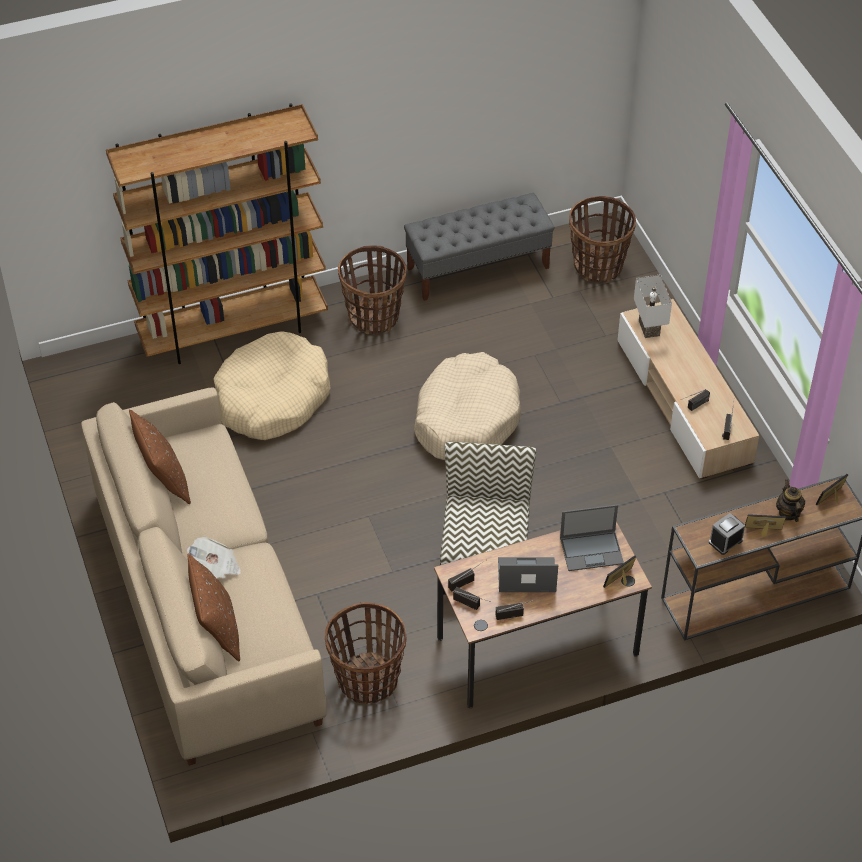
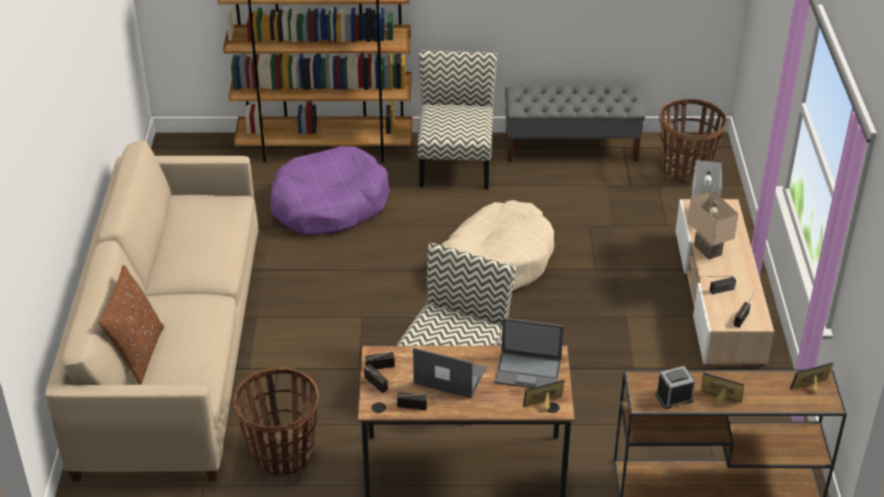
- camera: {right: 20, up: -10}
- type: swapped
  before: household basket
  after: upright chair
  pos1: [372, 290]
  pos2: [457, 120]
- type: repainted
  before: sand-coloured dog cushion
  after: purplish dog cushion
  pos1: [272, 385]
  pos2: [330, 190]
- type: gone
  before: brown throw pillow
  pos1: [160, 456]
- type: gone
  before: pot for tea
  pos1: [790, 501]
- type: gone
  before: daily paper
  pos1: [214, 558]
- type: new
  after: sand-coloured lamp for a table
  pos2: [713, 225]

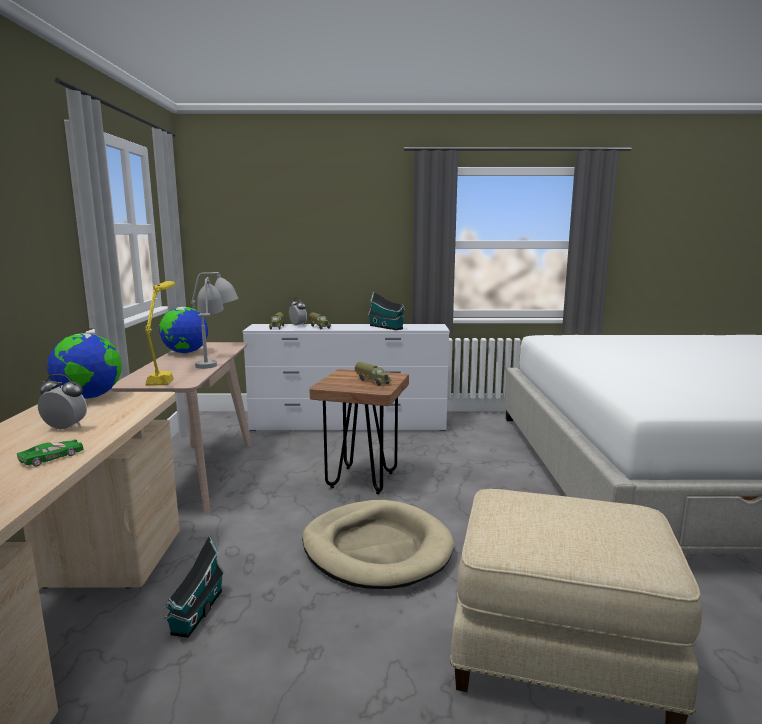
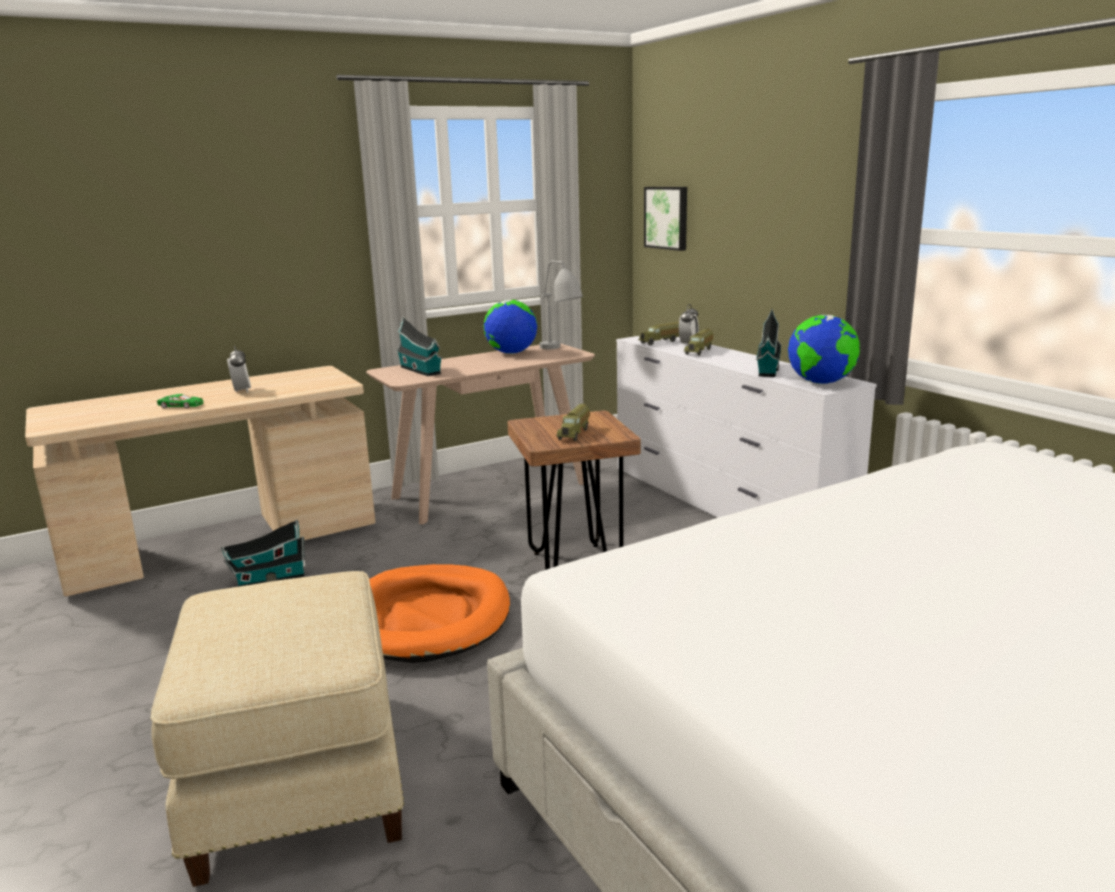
- camera: {right: 60, up: 5}
- type: gone
  before: grey lamp for a table
  pos1: [209, 323]
- type: swapped
  before: yellow lamp for a table
  after: toy house
  pos1: [160, 333]
  pos2: [419, 346]
- type: shifted
  before: world globe
  pos1: [84, 366]
  pos2: [824, 349]
- type: repainted
  before: sand-coloured dog cushion
  after: orange dog cushion
  pos1: [378, 544]
  pos2: [439, 613]
- type: new
  after: wall art
  pos2: [665, 219]

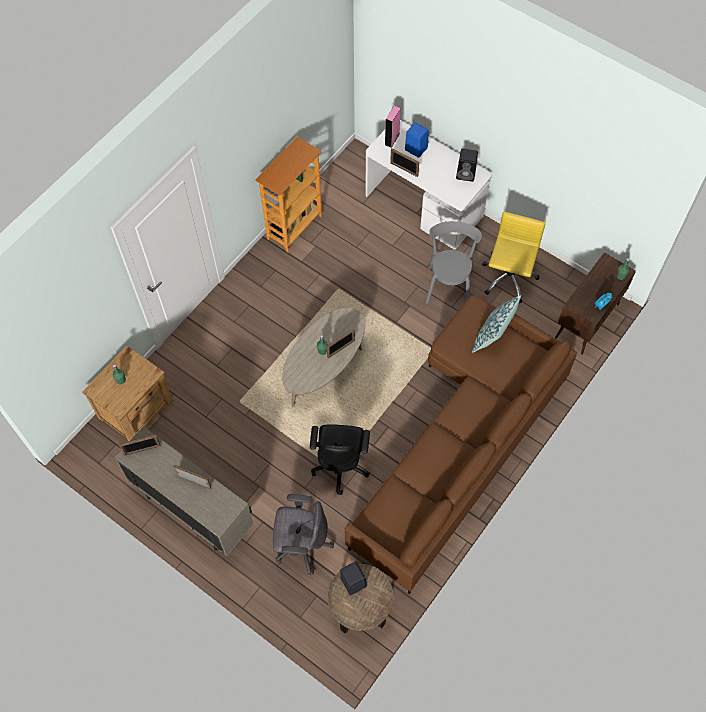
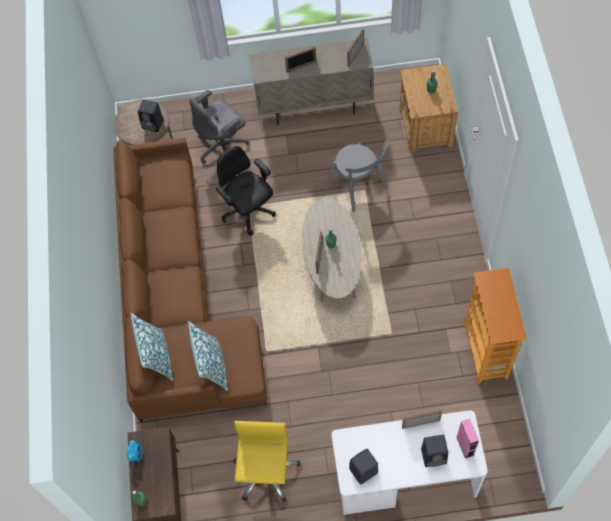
- camera: {right: 140, up: 0}
- type: repainted
  before: bluish loudspeaker
  after: black-coloured loudspeaker
  pos1: [417, 140]
  pos2: [434, 451]
- type: rotated
  before: yellow computer chair
  pos1: [514, 257]
  pos2: [267, 462]
  turn: -150
- type: shifted
  before: grey upright chair
  pos1: [454, 262]
  pos2: [357, 175]
- type: new
  after: throw pillow
  pos2: [152, 347]

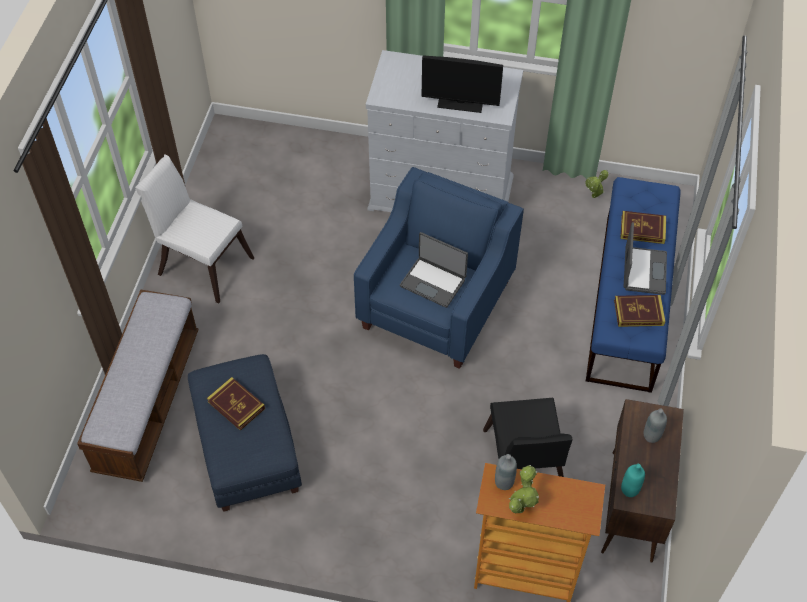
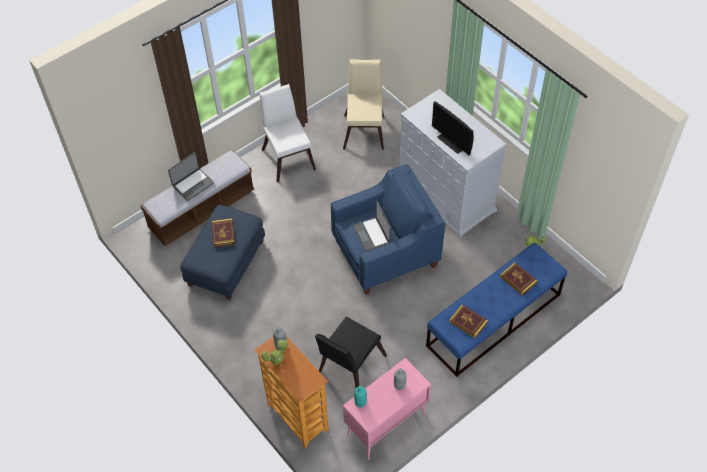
- camera: {right: 40, up: 0}
- type: shifted
  before: laptop
  pos1: [645, 258]
  pos2: [191, 176]
- type: repainted
  before: brown storage cabinet
  after: pinkish storage cabinet
  pos1: [642, 481]
  pos2: [387, 409]
- type: new
  after: sand-coloured upright chair
  pos2: [363, 104]

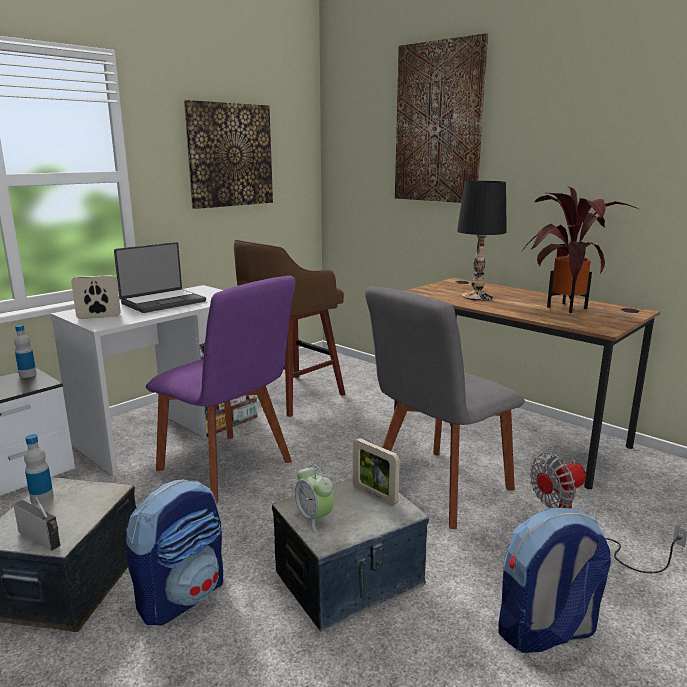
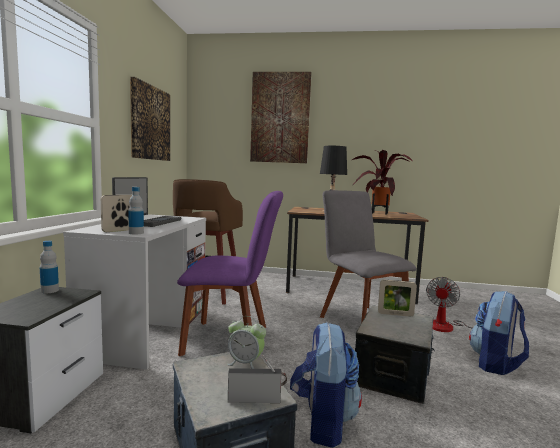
- camera: {right: -35, up: -10}
- type: rotated
  before: grey upright chair
  pos1: [445, 407]
  pos2: [368, 256]
  turn: 135
- type: shifted
  before: beverage bottle
  pos1: [39, 469]
  pos2: [136, 211]
- type: shifted
  before: table clock
  pos1: [314, 498]
  pos2: [246, 342]

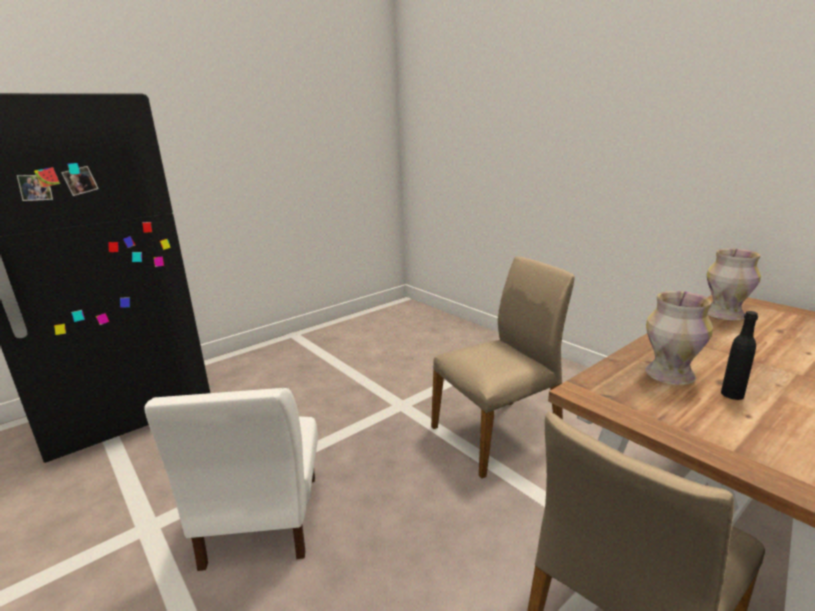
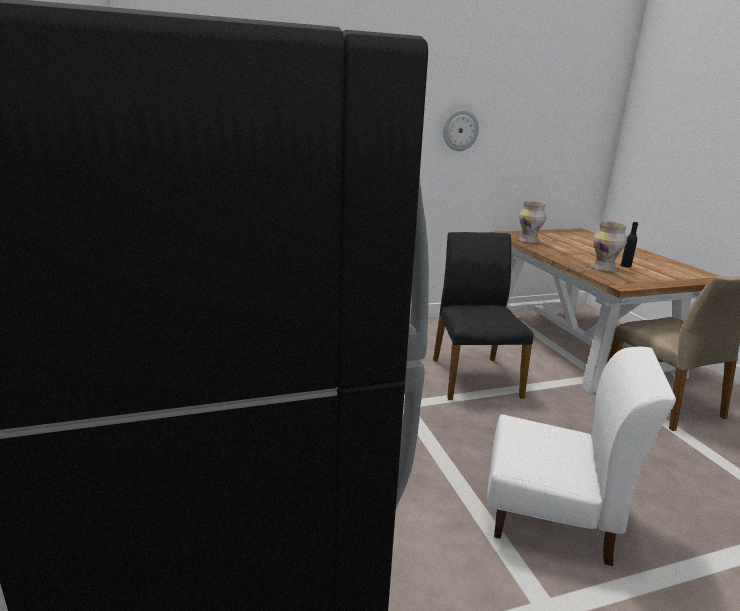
- camera: {right: -70, up: 0}
- type: repainted
  before: sand-coloured upright chair
  after: black-coloured upright chair
  pos1: [503, 367]
  pos2: [483, 316]
- type: new
  after: clock on the wall
  pos2: [461, 130]

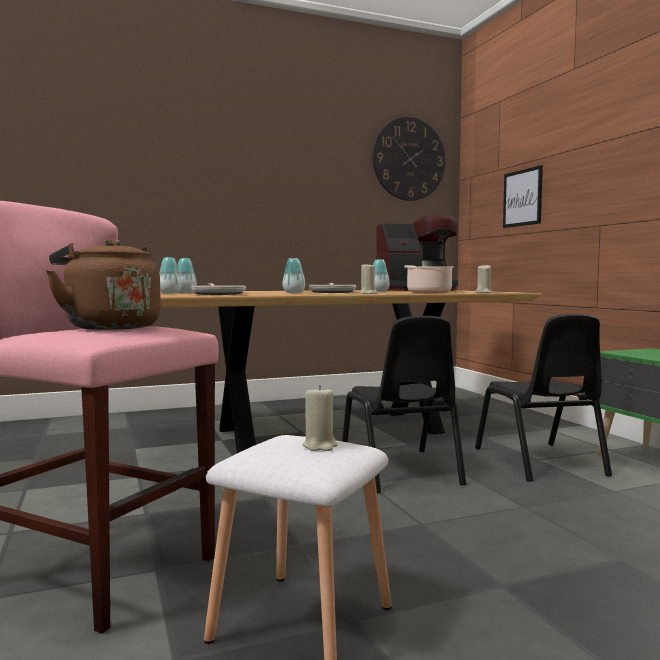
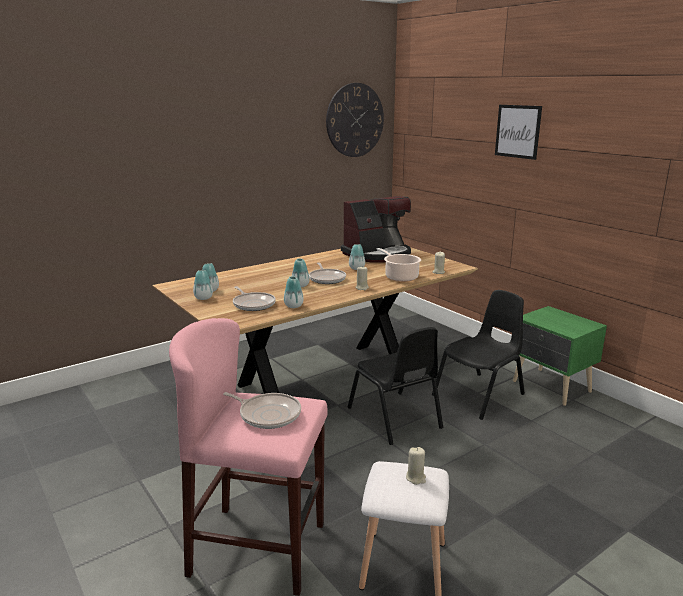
- camera: {right: -15, up: 15}
- type: shifted
  before: wall art
  pos1: [523, 196]
  pos2: [518, 132]
- type: swapped
  before: brown water kettle
  after: pan
  pos1: [103, 284]
  pos2: [262, 410]
- type: rotated
  before: black-coloured upright chair
  pos1: [543, 398]
  pos2: [478, 355]
  turn: -105
- type: new
  after: flower vase
  pos2: [294, 292]

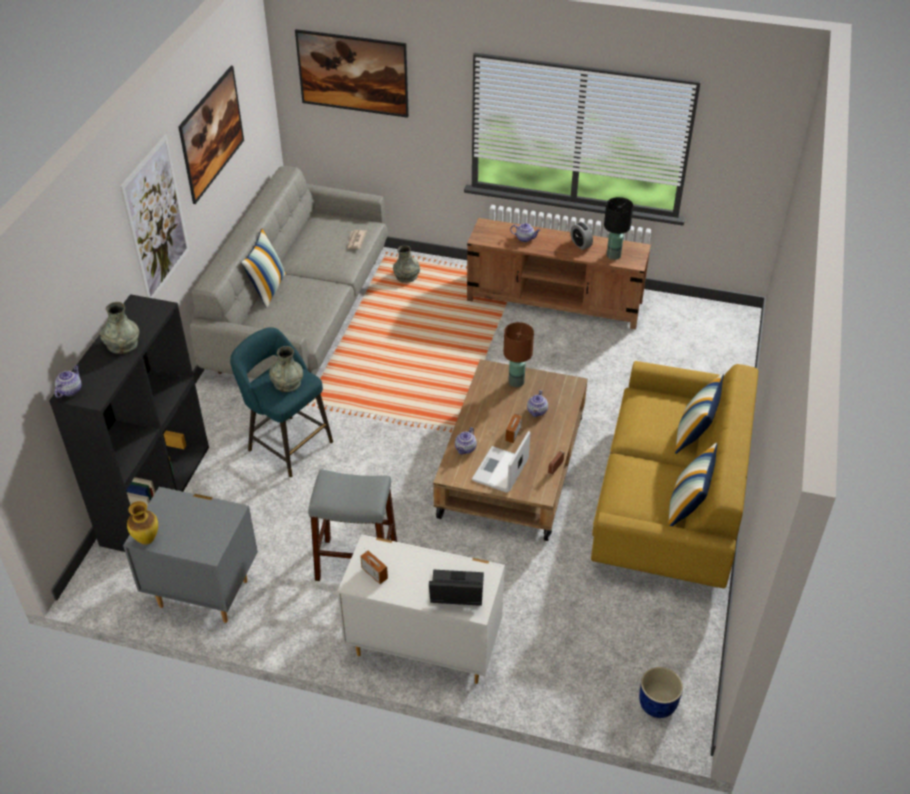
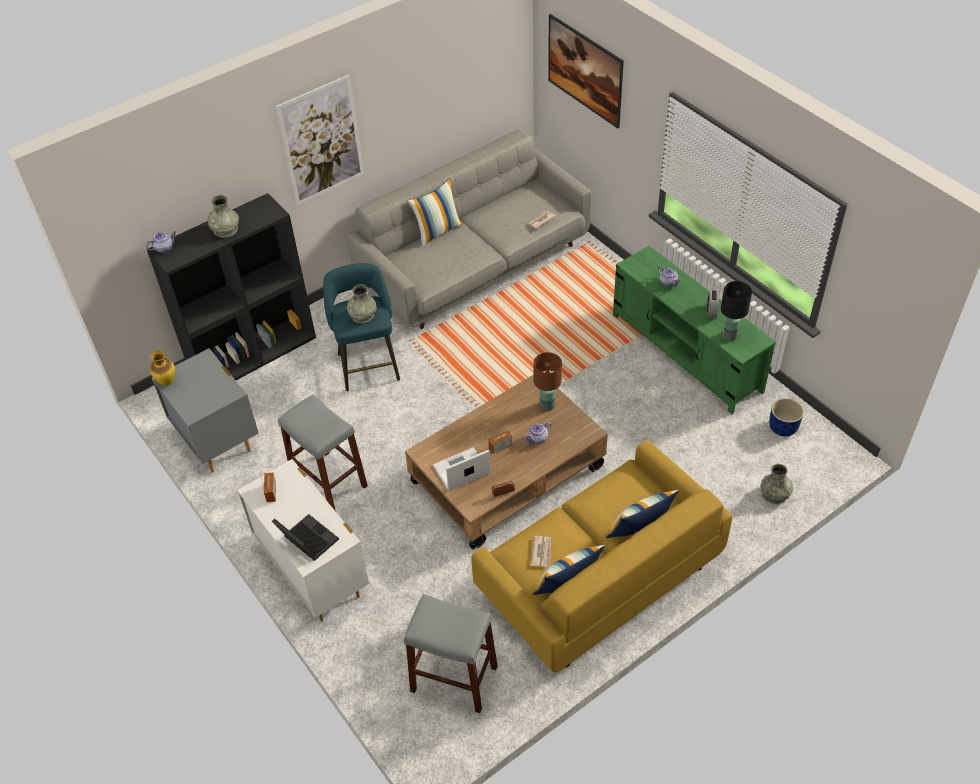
- camera: {right: 40, up: 5}
- type: gone
  before: wall art
  pos1: [211, 135]
- type: repainted
  before: brown tv unit
  after: green tv unit
  pos1: [559, 273]
  pos2: [694, 330]
- type: shifted
  before: grey flower vase
  pos1: [406, 264]
  pos2: [776, 484]
- type: gone
  before: pot for tea
  pos1: [466, 441]
- type: shifted
  before: bluish flower pot
  pos1: [661, 692]
  pos2: [786, 417]
- type: new
  after: daily paper
  pos2: [540, 551]
- type: new
  after: grey stool seat
  pos2: [451, 653]

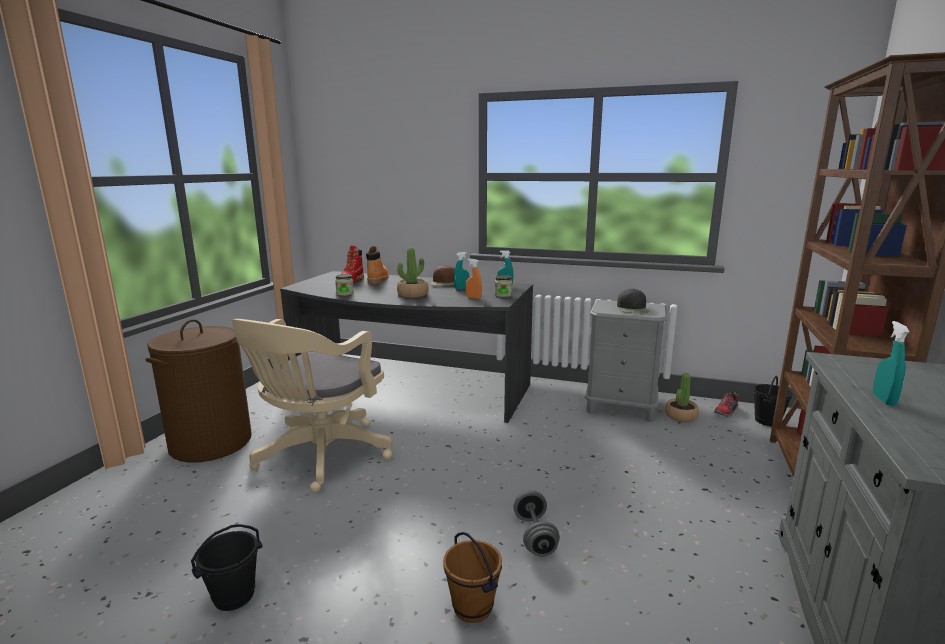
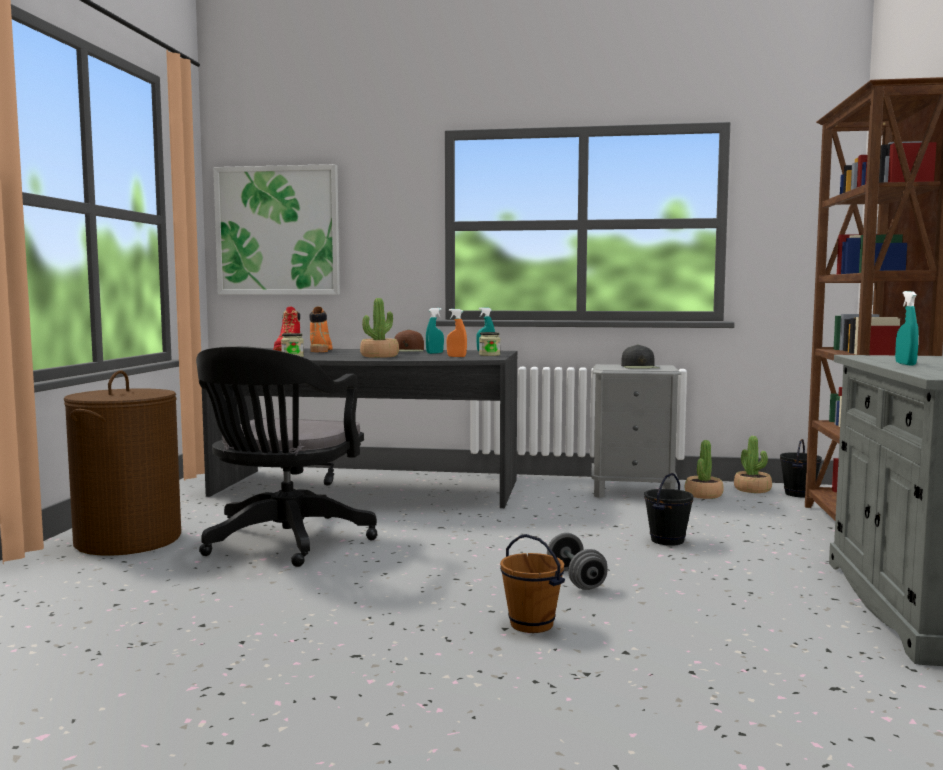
- camera: {right: -10, up: -10}
- type: repainted
  before: sand-coloured computer chair
  after: black-coloured computer chair
  pos1: [312, 406]
  pos2: [287, 456]
- type: swapped
  before: item of footwear
  after: plant in a pot
  pos1: [726, 404]
  pos2: [753, 464]
- type: shifted
  before: black-coloured pail
  pos1: [226, 567]
  pos2: [668, 509]
- type: new
  after: wall art
  pos2: [276, 229]

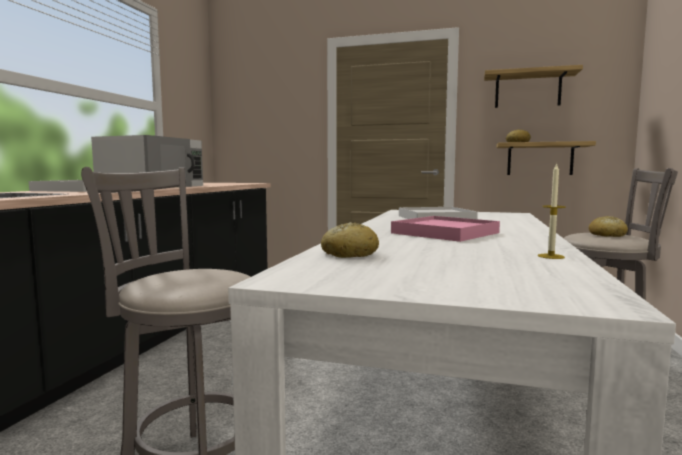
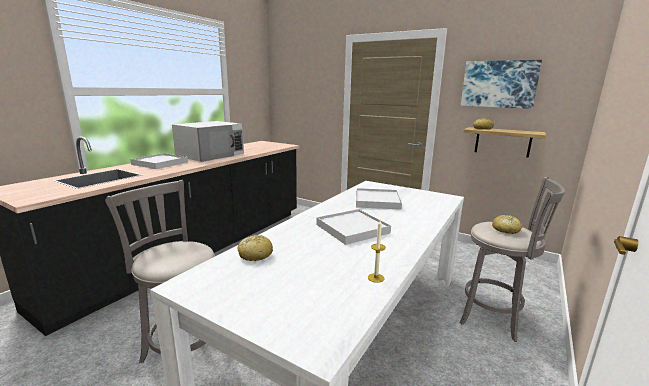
- camera: {right: 15, up: 10}
- type: swapped
  before: shelf
  after: wall art
  pos1: [533, 86]
  pos2: [501, 84]
- type: repainted
  before: pinkish serving tray
  after: white serving tray
  pos1: [445, 229]
  pos2: [353, 227]

